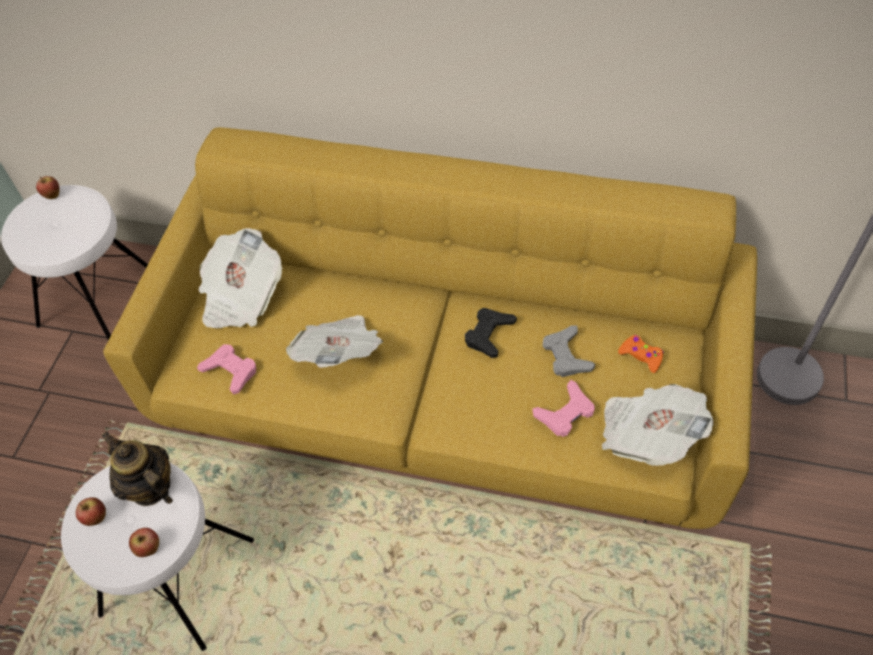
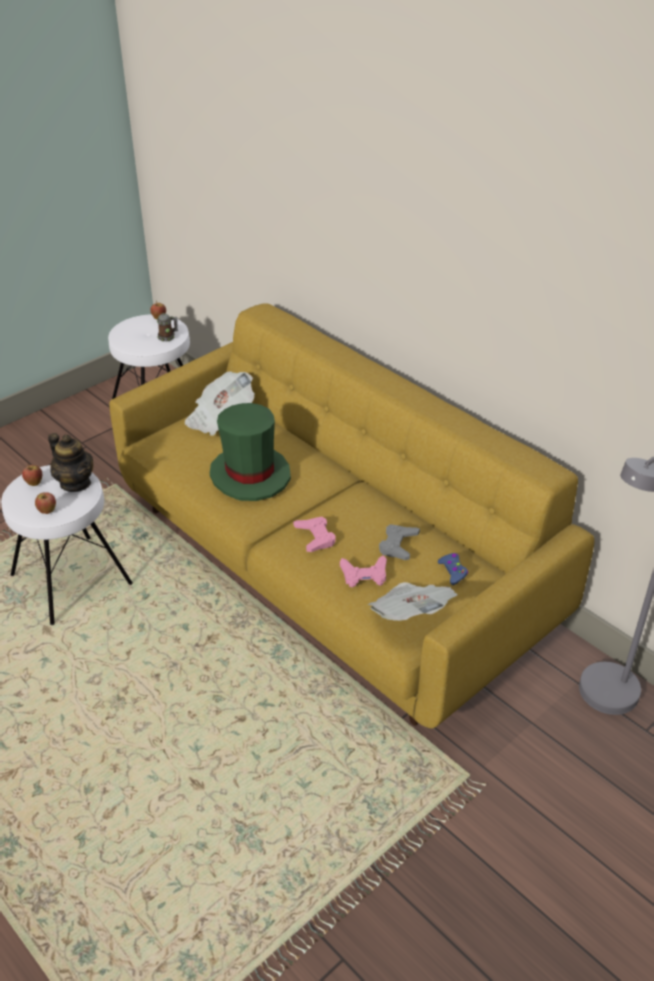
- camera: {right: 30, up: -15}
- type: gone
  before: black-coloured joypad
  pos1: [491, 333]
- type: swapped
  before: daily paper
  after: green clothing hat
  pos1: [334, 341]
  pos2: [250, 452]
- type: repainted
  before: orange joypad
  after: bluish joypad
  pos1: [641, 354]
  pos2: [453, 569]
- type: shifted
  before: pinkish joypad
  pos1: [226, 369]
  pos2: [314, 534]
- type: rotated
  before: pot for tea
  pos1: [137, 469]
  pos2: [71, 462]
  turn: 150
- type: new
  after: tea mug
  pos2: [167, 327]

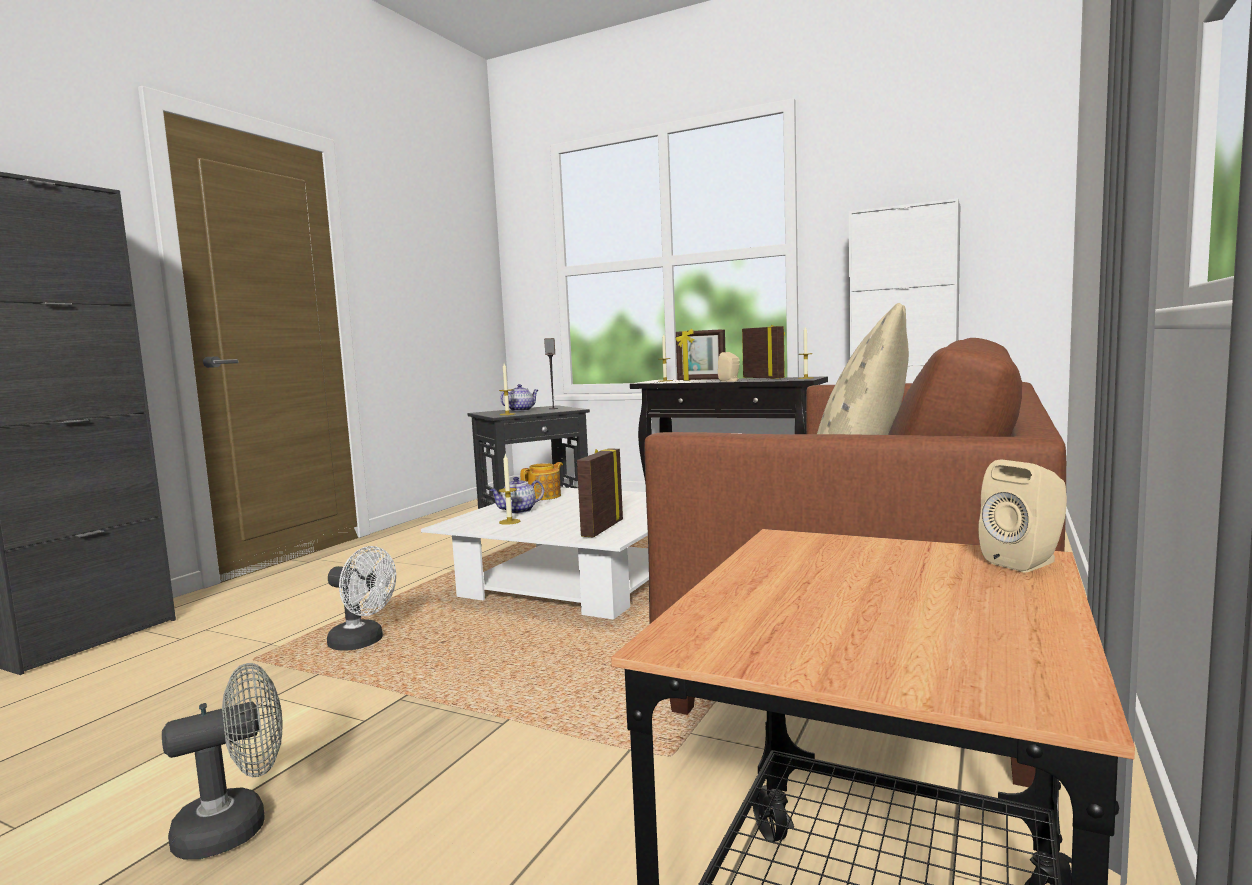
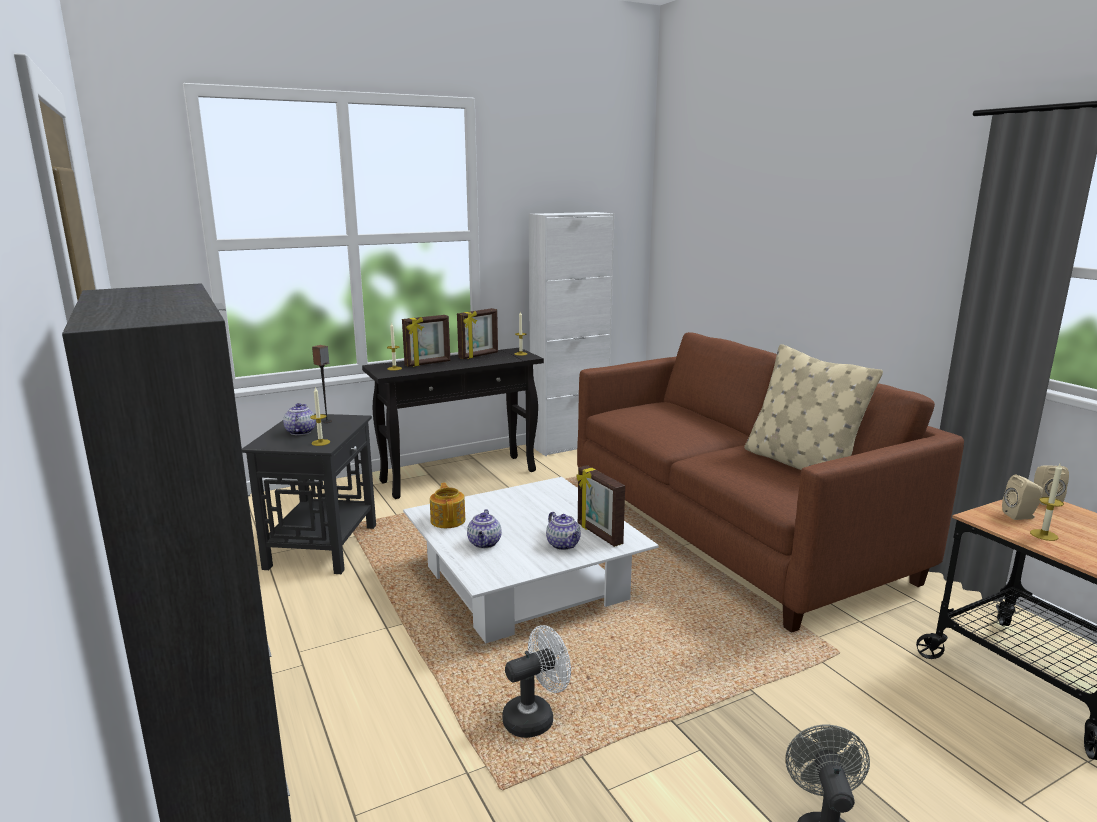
- camera: {right: -55, up: 10}
- type: rotated
  before: photo frame
  pos1: [763, 352]
  pos2: [477, 333]
  turn: 135
- type: shifted
  before: sand-coloured loudspeaker
  pos1: [729, 367]
  pos2: [1022, 497]
- type: shifted
  before: wax light
  pos1: [510, 489]
  pos2: [1047, 502]
- type: new
  after: pot for tea
  pos2: [563, 531]

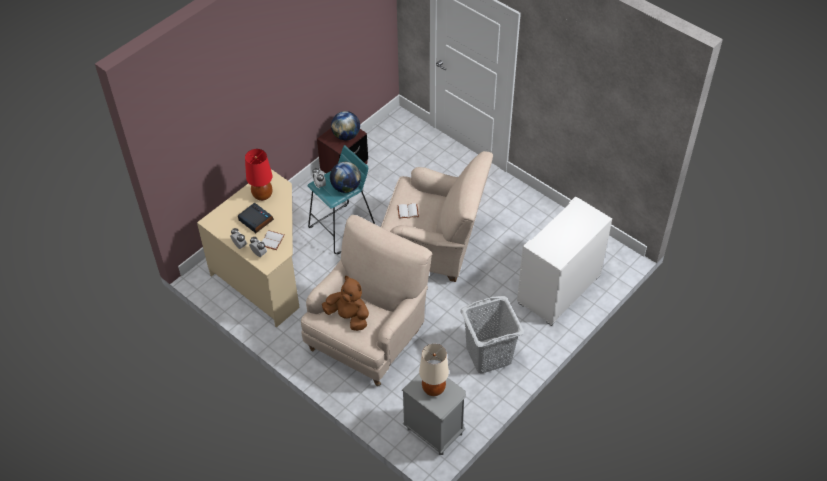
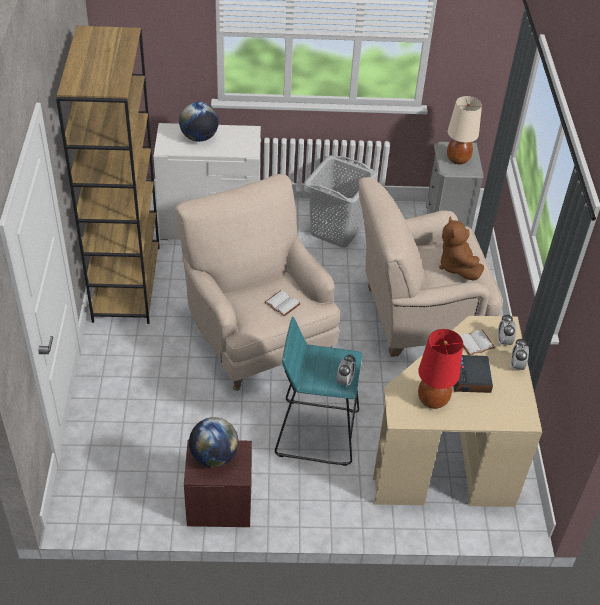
- camera: {right: -135, up: -5}
- type: shifted
  before: world globe
  pos1: [345, 177]
  pos2: [199, 122]
- type: new
  after: brown bookshelf
  pos2: [108, 175]

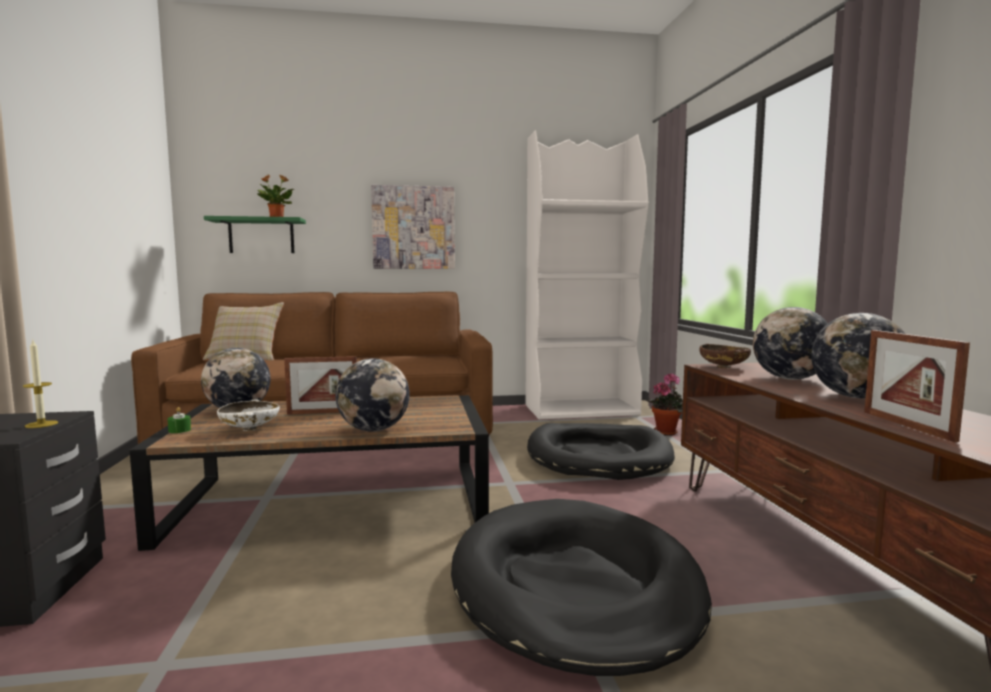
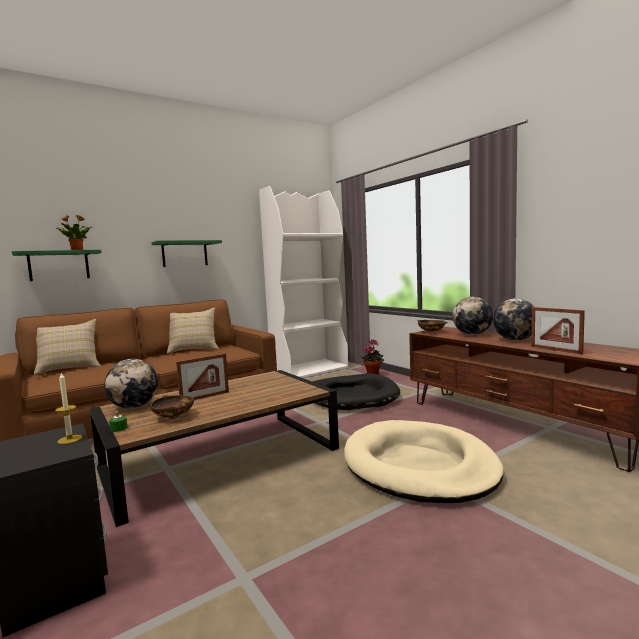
- camera: {right: -25, up: 0}
- type: swapped
  before: wall art
  after: green shelf
  pos1: [413, 227]
  pos2: [186, 253]
- type: gone
  before: world globe
  pos1: [372, 395]
- type: repainted
  before: white bowl
  after: brown bowl
  pos1: [248, 415]
  pos2: [172, 407]
- type: repainted
  before: black-coloured dog cushion
  after: sand-coloured dog cushion
  pos1: [581, 587]
  pos2: [424, 461]
- type: new
  after: sand-coloured throw pillow
  pos2: [193, 331]

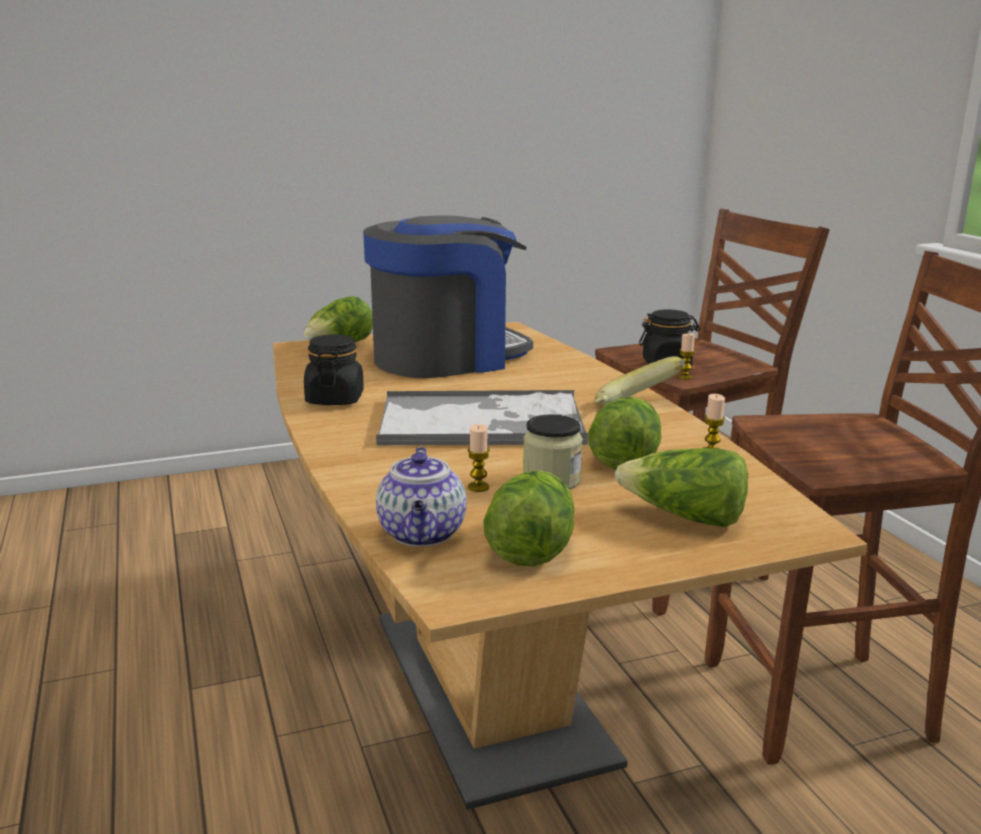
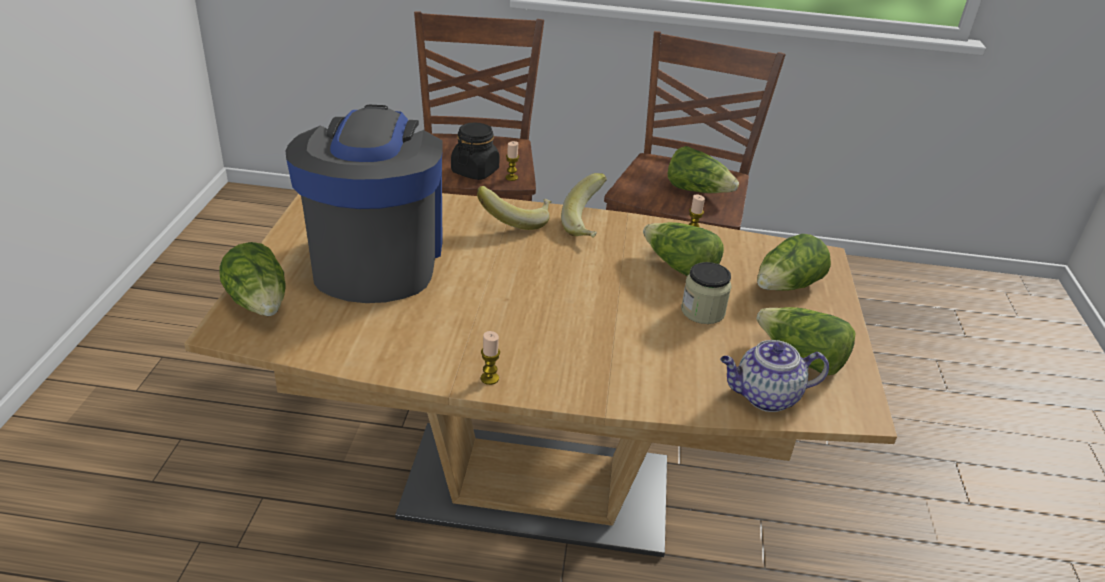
- camera: {right: -65, up: 15}
- type: gone
  before: black-coloured jar
  pos1: [334, 369]
- type: gone
  before: serving tray
  pos1: [482, 418]
- type: shifted
  before: wax light
  pos1: [479, 458]
  pos2: [490, 358]
- type: rotated
  before: pot for tea
  pos1: [421, 497]
  pos2: [774, 376]
  turn: 150
- type: new
  after: head of lettuce
  pos2: [703, 169]
- type: new
  after: banana
  pos2: [514, 208]

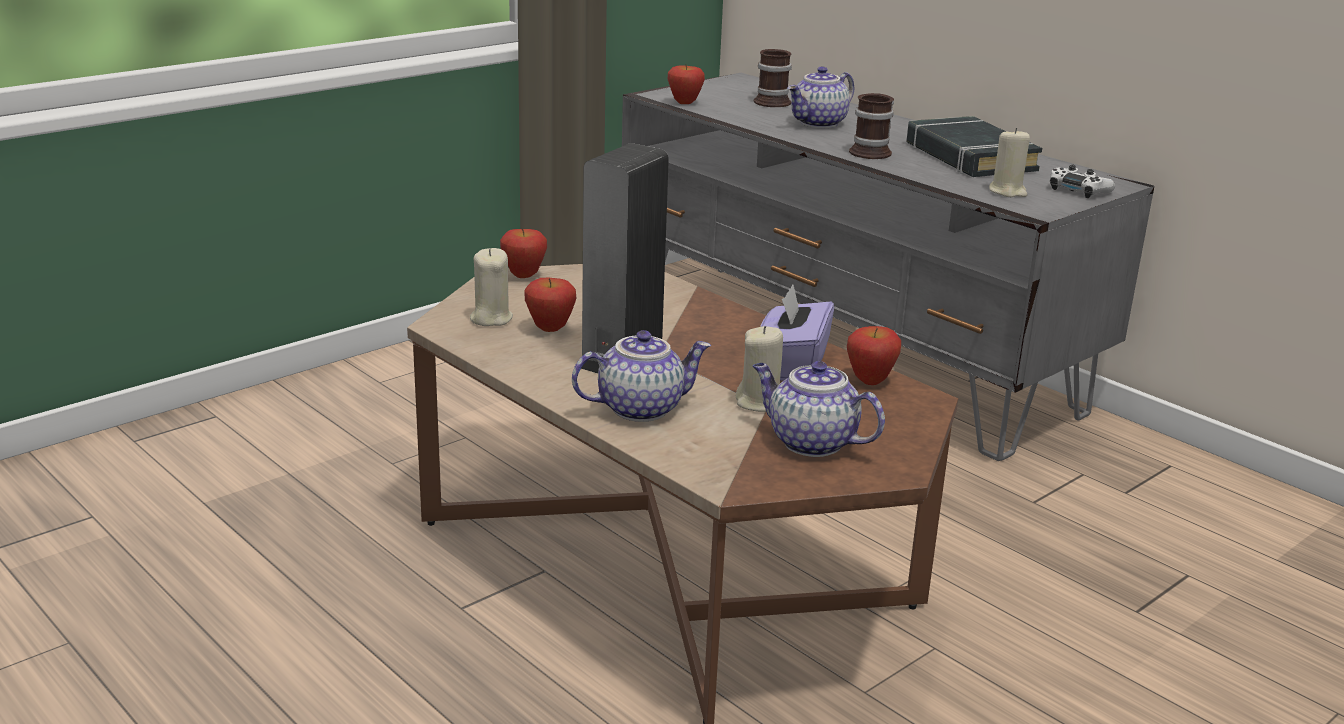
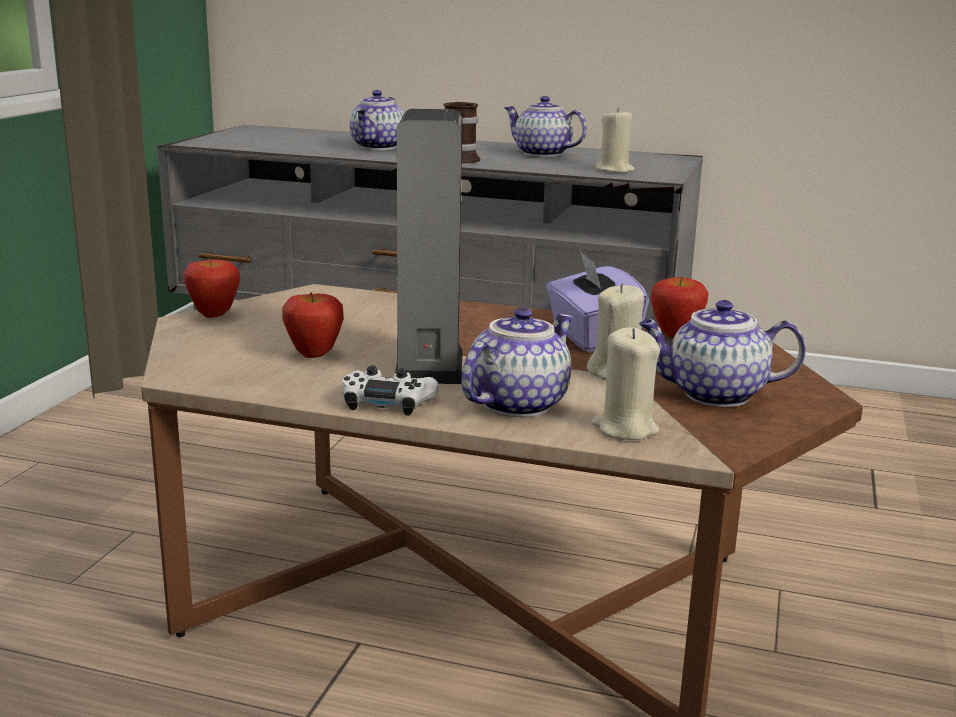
- camera: {right: -30, up: -5}
- type: gone
  before: tea mug
  pos1: [773, 78]
- type: gone
  before: apple fruit
  pos1: [686, 84]
- type: swapped
  before: black-coloured volume
  after: pot for tea
  pos1: [974, 146]
  pos2: [546, 126]
- type: shifted
  before: white joypad
  pos1: [1082, 181]
  pos2: [390, 390]
- type: shifted
  before: sand-coloured wax light
  pos1: [491, 287]
  pos2: [626, 383]

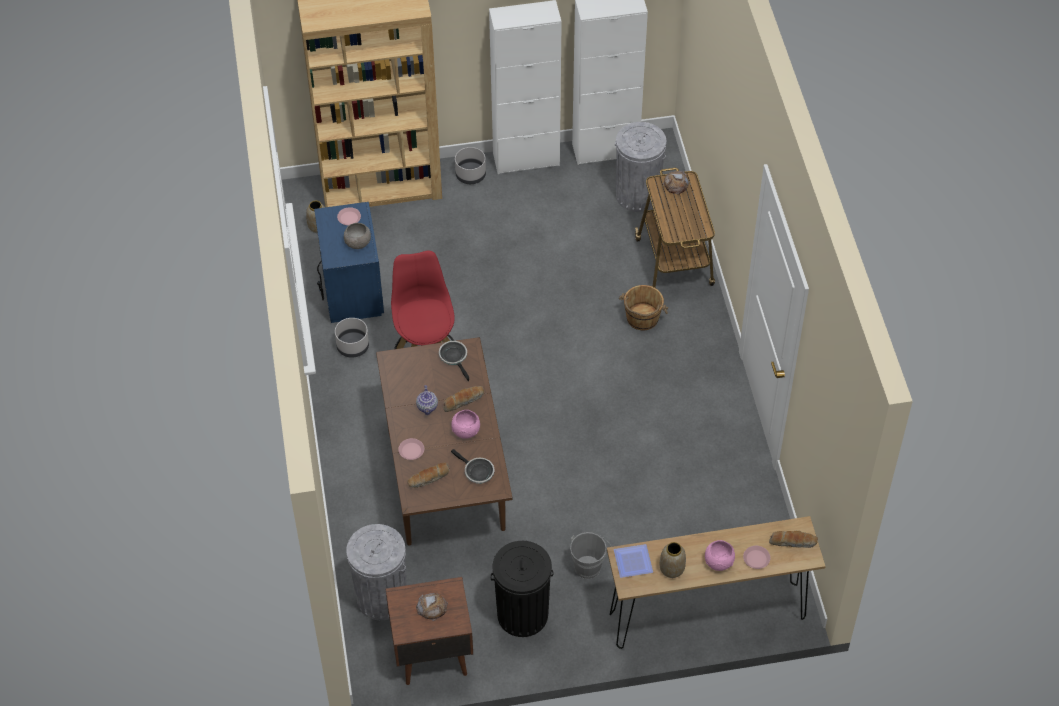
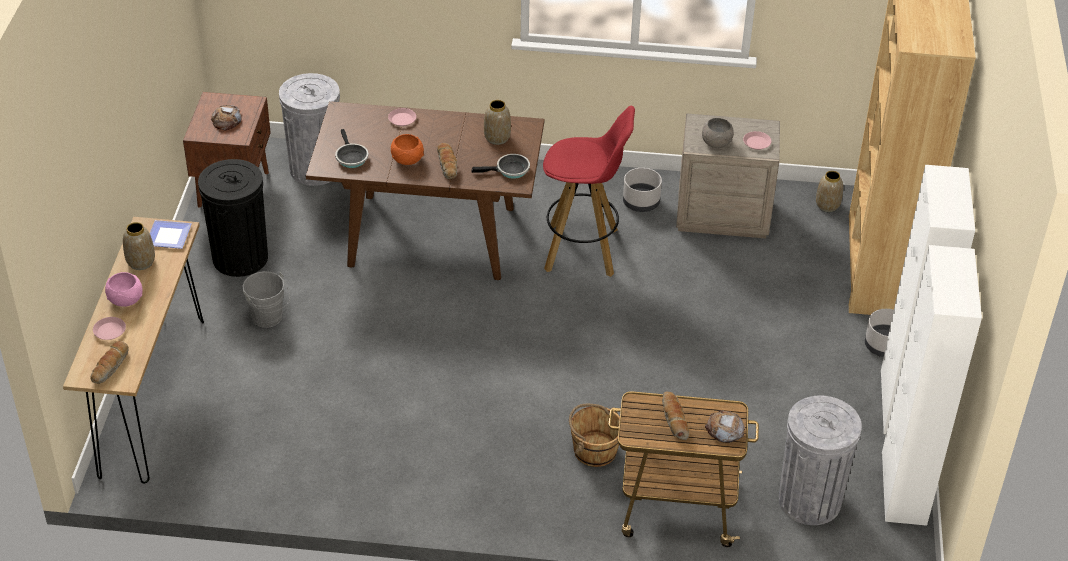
- camera: {right: 105, up: -10}
- type: repainted
  before: bluish bedside table
  after: sand-coloured bedside table
  pos1: [349, 262]
  pos2: [728, 175]
- type: gone
  before: pot for tea
  pos1: [427, 400]
- type: repainted
  before: pinkish bowl
  after: orange bowl
  pos1: [465, 424]
  pos2: [407, 149]
- type: rotated
  before: pan
  pos1: [472, 466]
  pos2: [352, 148]
  turn: -75
- type: shifted
  before: bread
  pos1: [428, 475]
  pos2: [675, 416]
- type: new
  after: flower vase
  pos2: [497, 122]

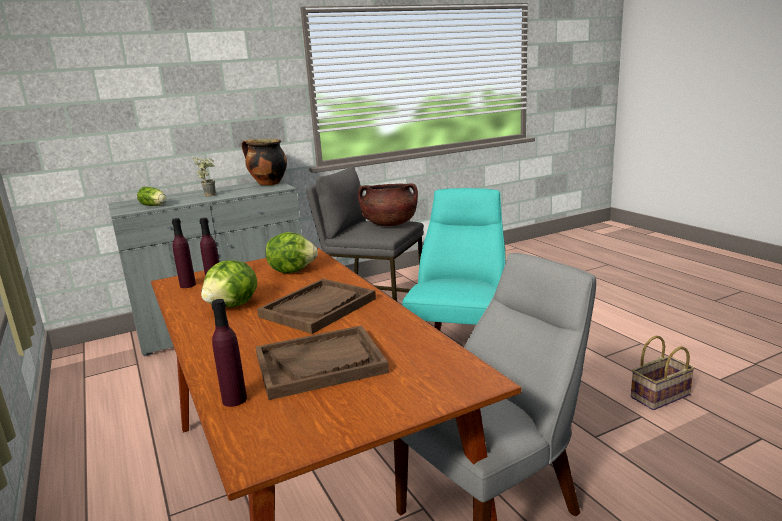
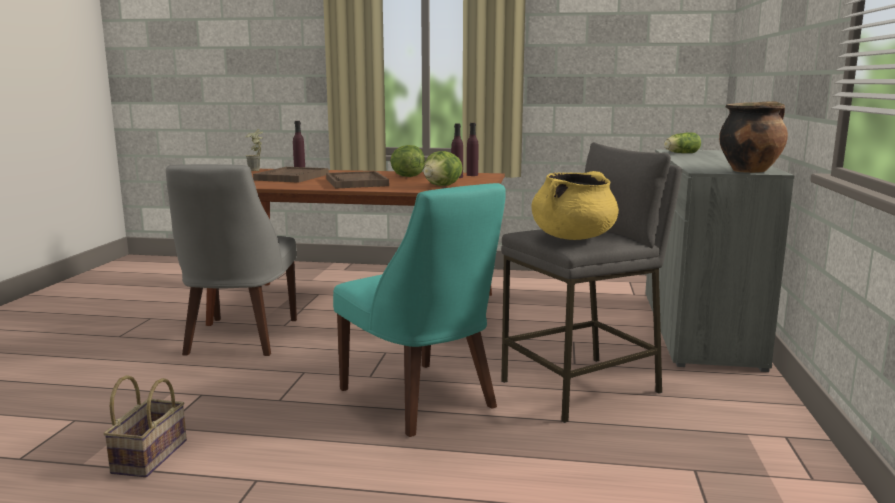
- camera: {right: 125, up: -5}
- type: shifted
  before: plant in a pot
  pos1: [204, 176]
  pos2: [254, 150]
- type: repainted
  before: brown saucepot
  after: yellow saucepot
  pos1: [388, 204]
  pos2: [575, 205]

